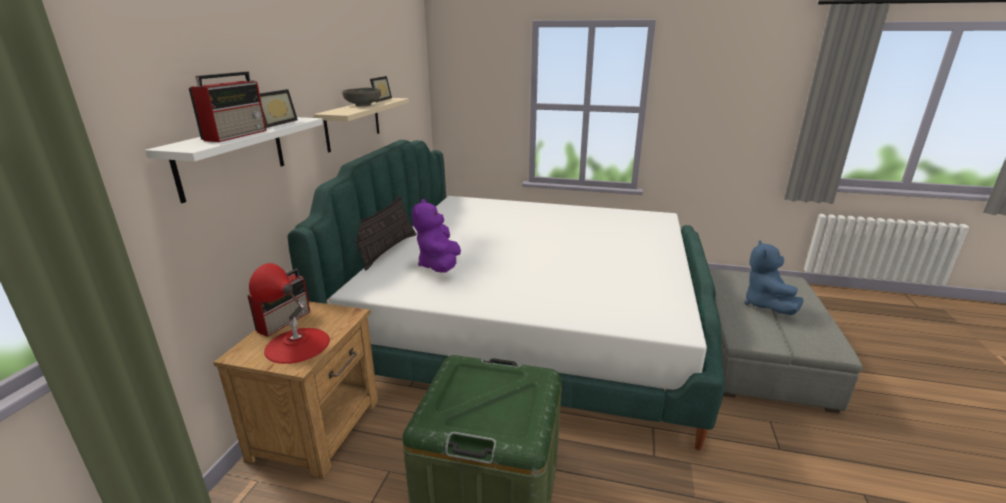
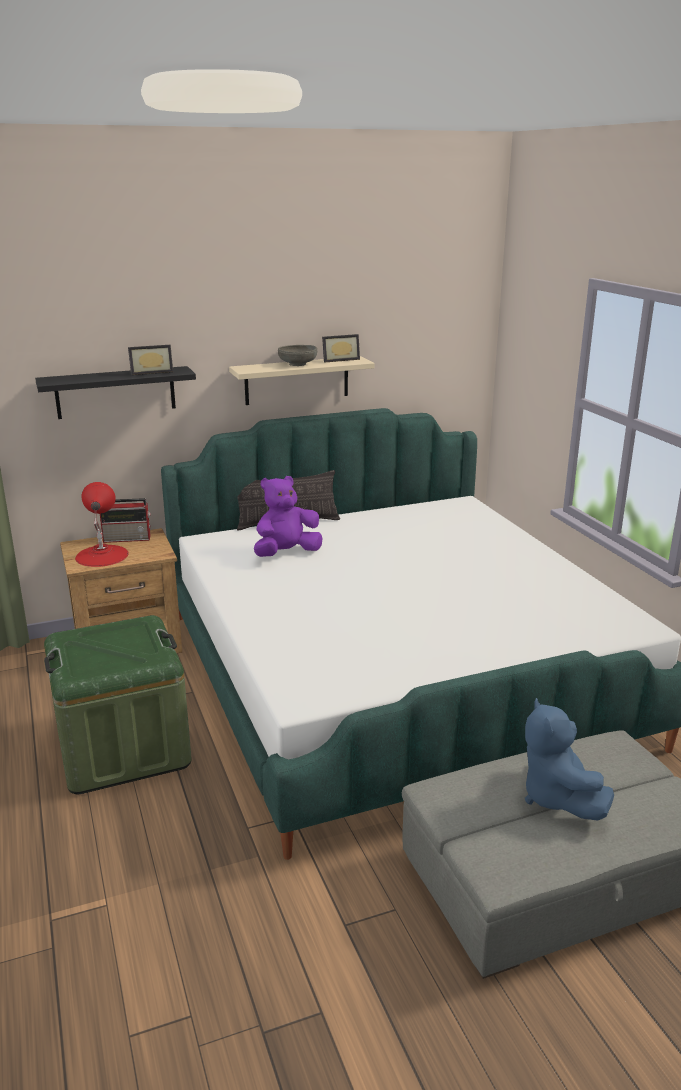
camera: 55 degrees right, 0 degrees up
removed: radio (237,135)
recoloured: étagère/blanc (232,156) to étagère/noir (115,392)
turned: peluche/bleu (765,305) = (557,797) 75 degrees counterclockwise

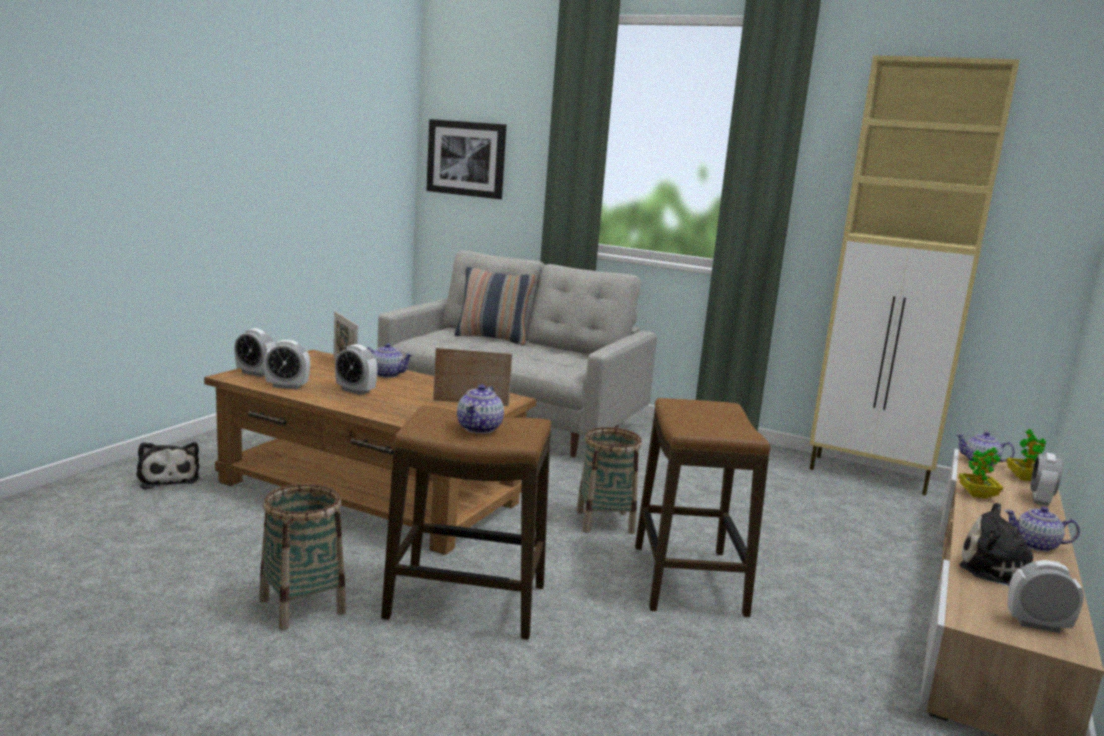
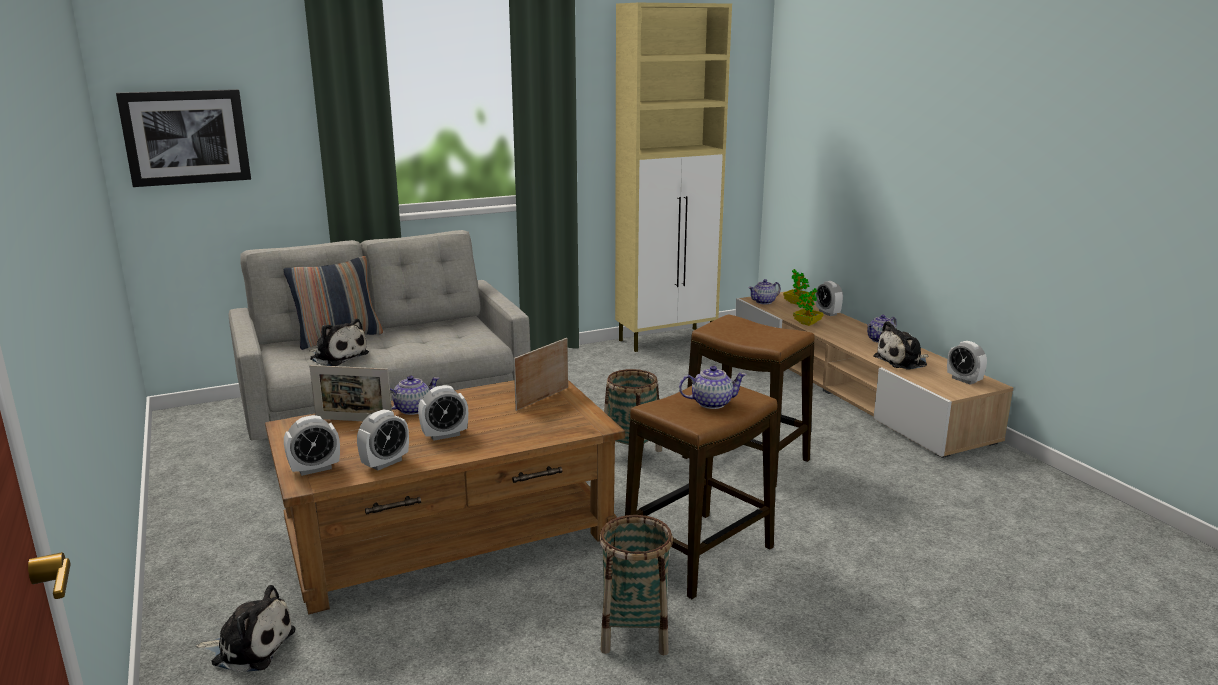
camera: 50 degrees left, 5 degrees up
added: peluche (337,356)
turned: théière (480,428) = (711,403) 60 degrees counterclockwise; réveil (1037,625) = (964,380) 90 degrees counterclockwise

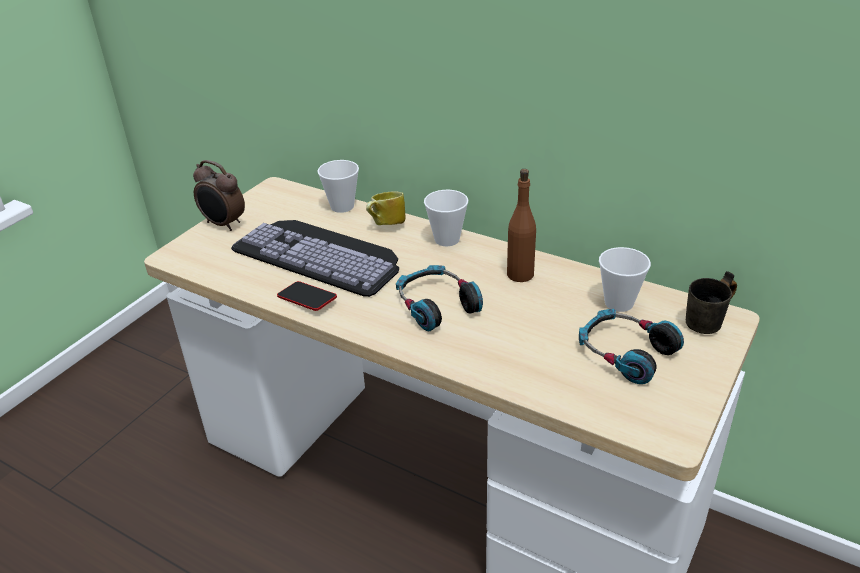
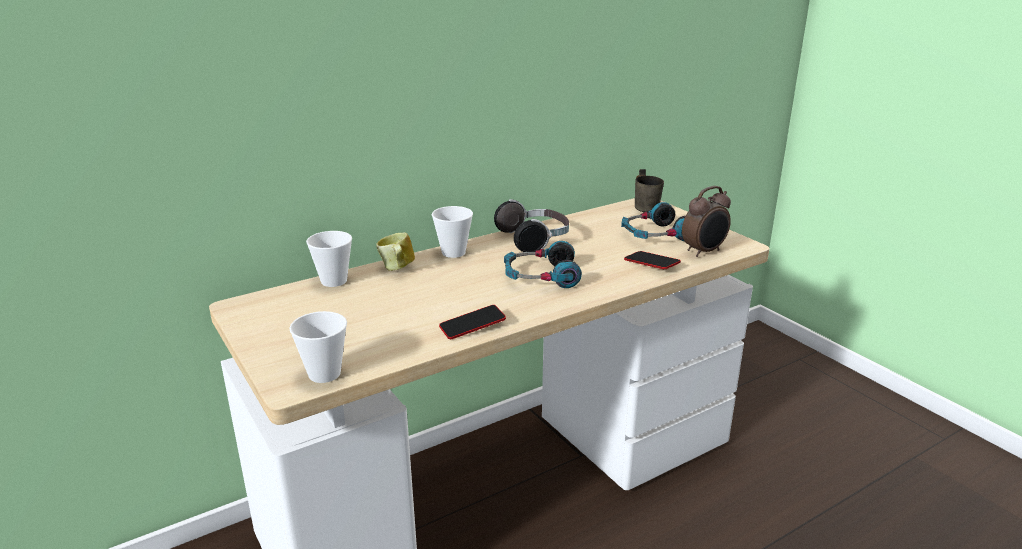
camera: 65 degrees left, 10 degrees down
removed: clavier (321,254)
added: téléphone (651,264)
moved: réveil (223,224) to (704,252); tasse (619,303) to (324,374)
replaced: bouteille/marron (520,274) to casque audio (534,240)

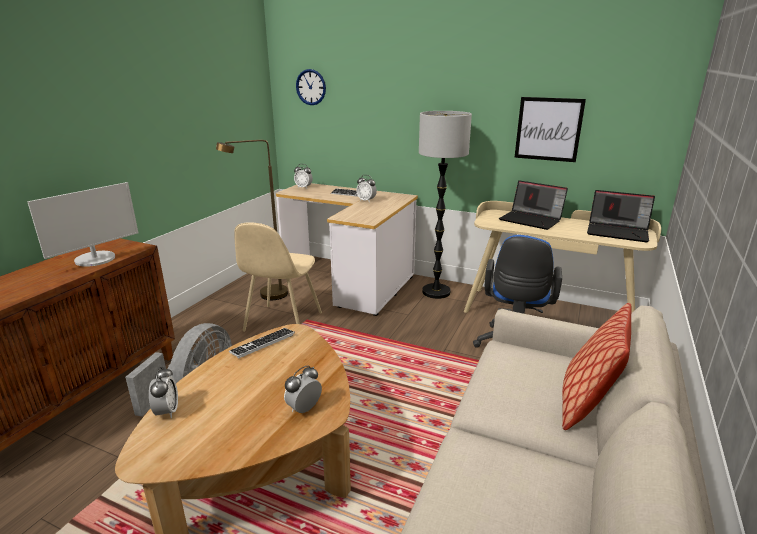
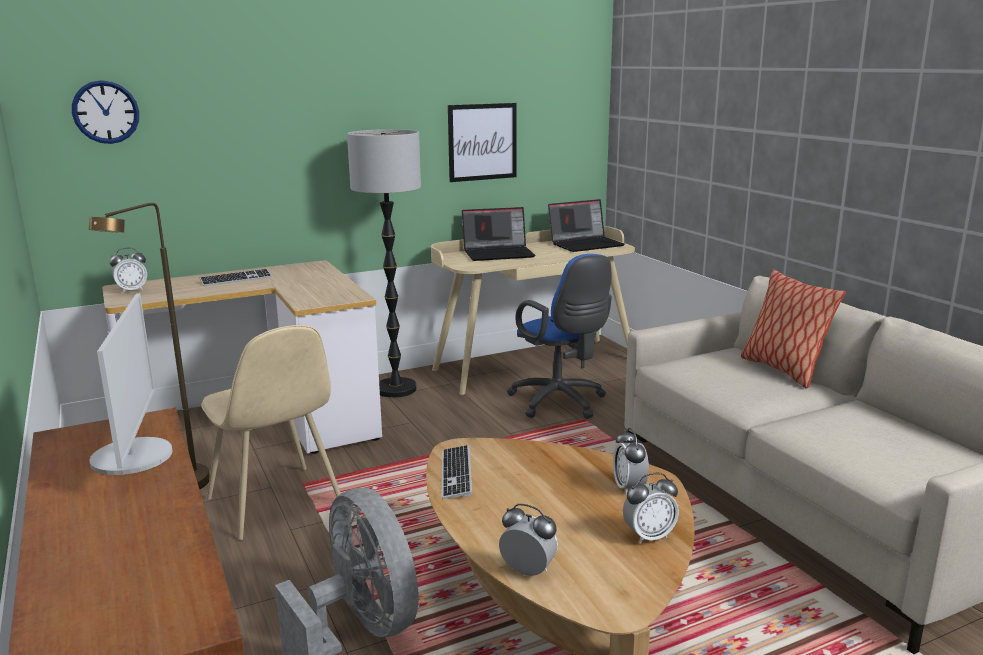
camera: 50 degrees left, 5 degrees down
moved: réveil (366,200) to (649,536)

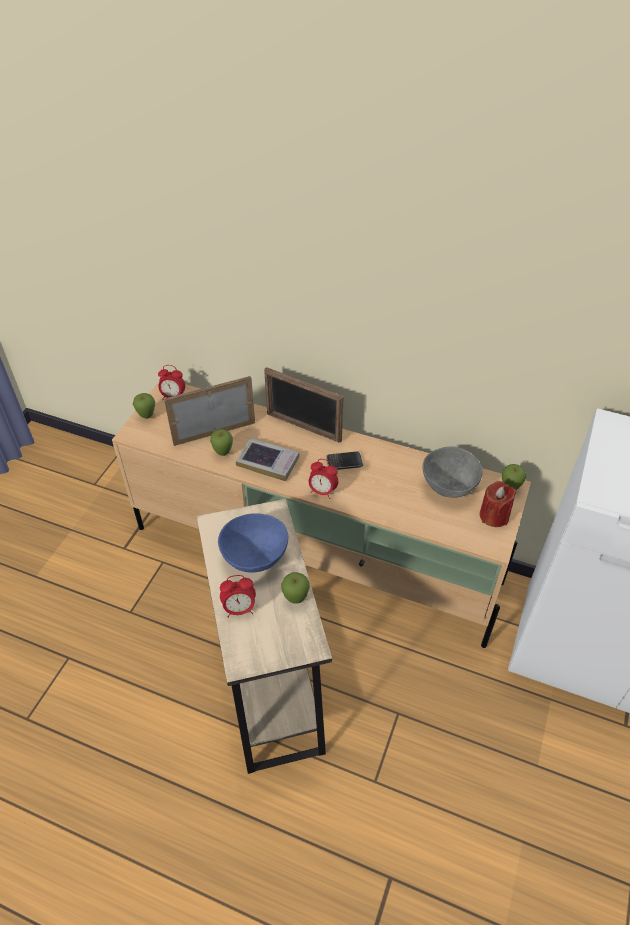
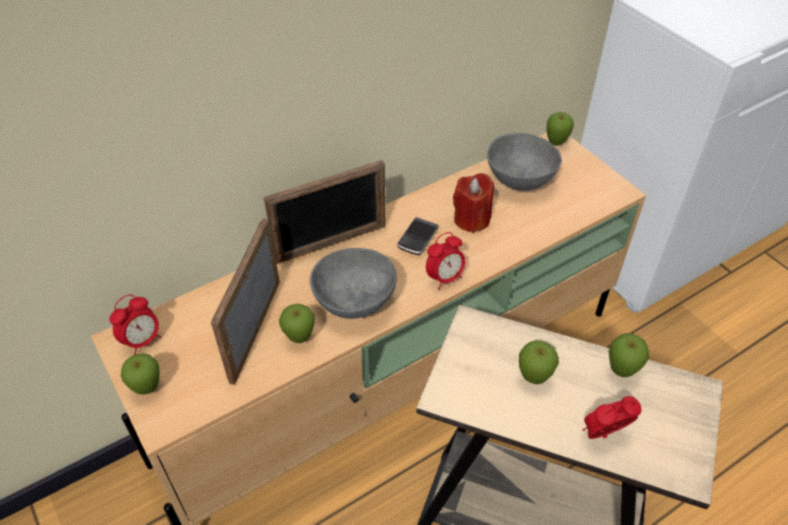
camera: 55 degrees left, 0 degrees up
moved: bougie/rouge (494,516) to (471,219)
replaced: livre (268,462) to bol/gris (356,303); bol/bleu (256,558) to pomme (533,378)
turned: réveil (239,609) = (603,435) 135 degrees counterclockwise

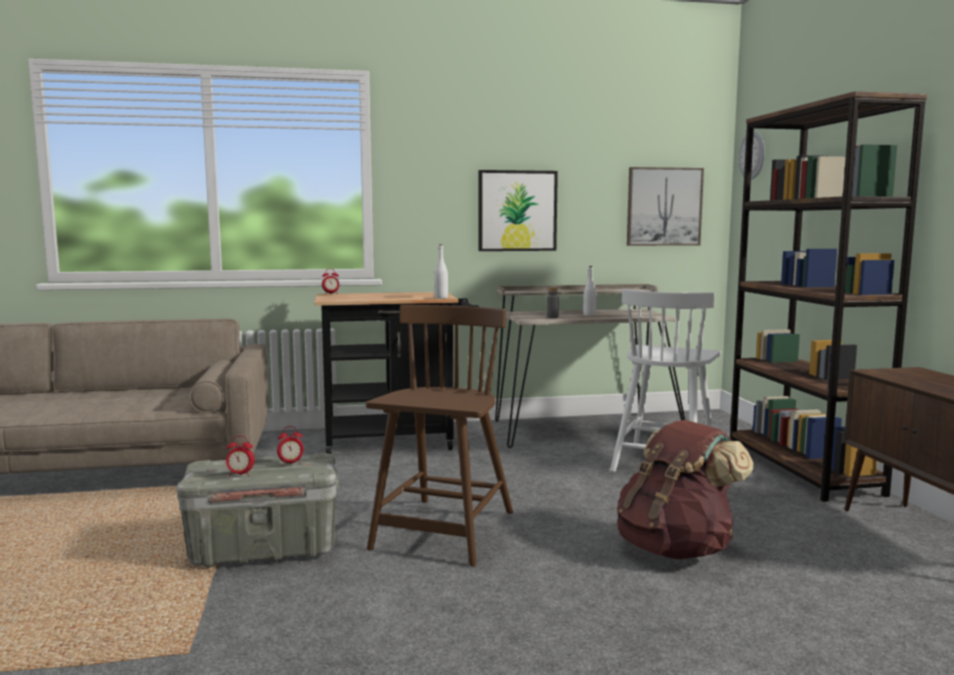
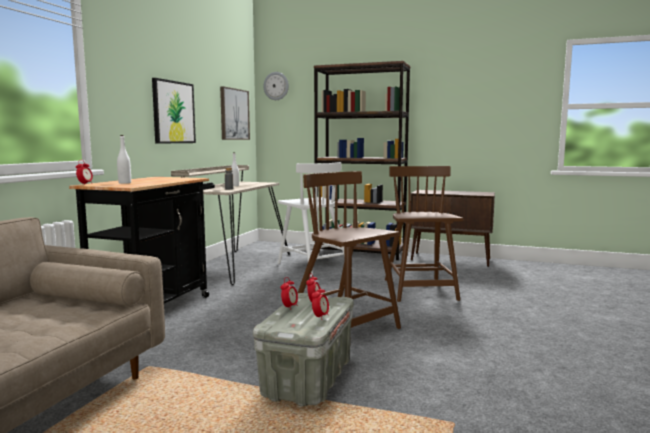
camera: 60 degrees left, 0 degrees up
added: réveil (289,307)
moved: bouteille/blanc (441,298) to (124,183)
replaced: sac à dos/marron (675,548) to chaise/marron (420,290)

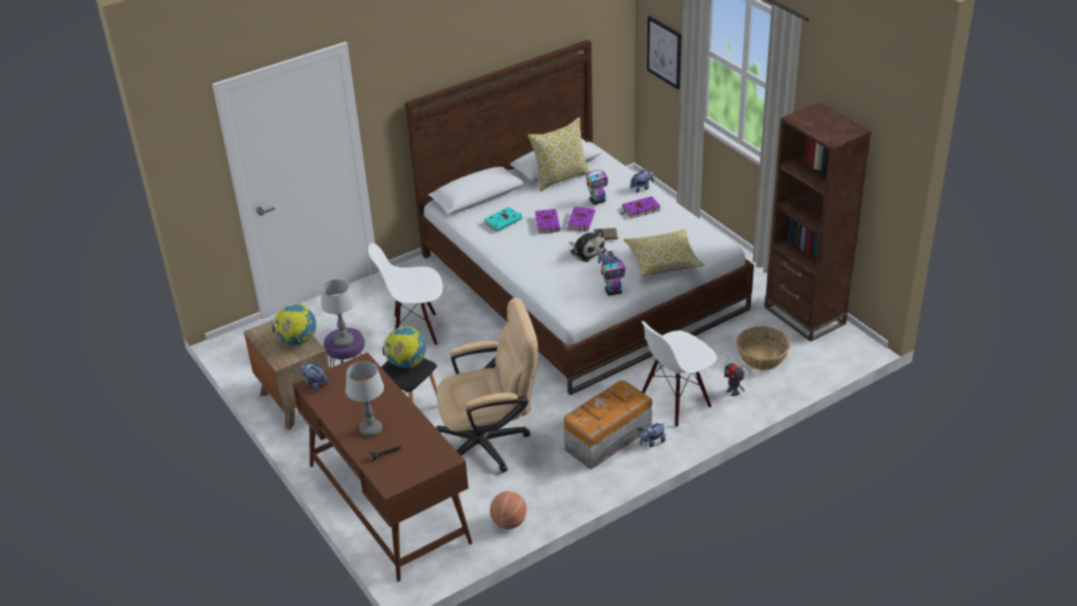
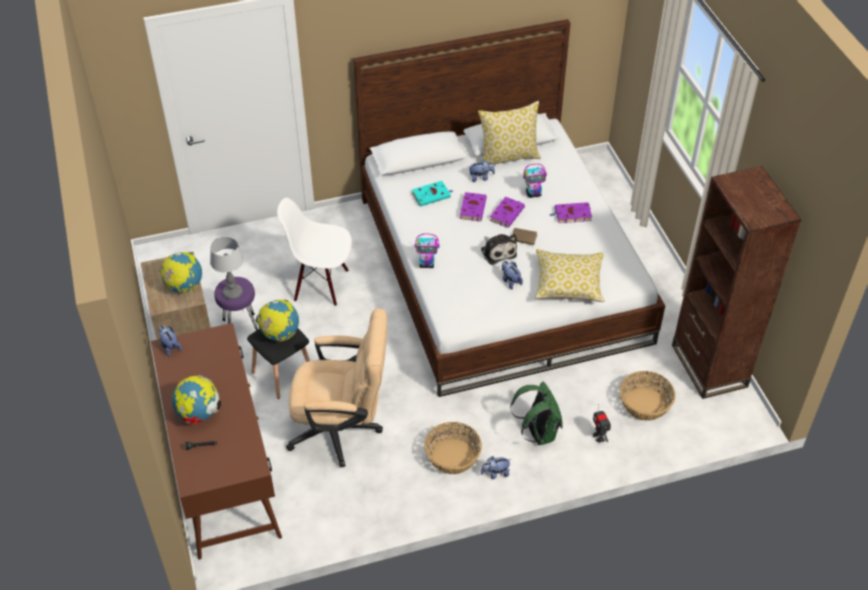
camera: 15 degrees right, 10 degrees up
removed: tableau (664,52); ballon de basket (509,522)
moved: peluche (642,188) to (481,177); robot jouet (613,292) to (427,264)
replaced: chaise/blanc (675,401) to sac à dos/vert (537,433); lampe de table (371,430) to globe (199,414); boîte de rangement (606,439) to panier (452,457)

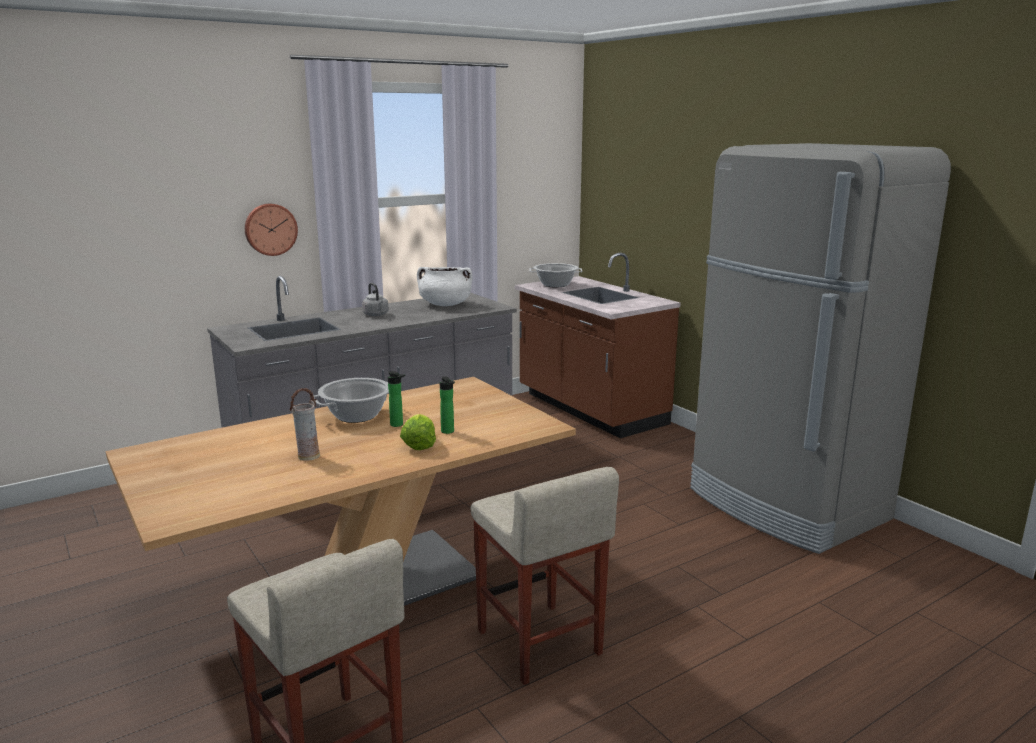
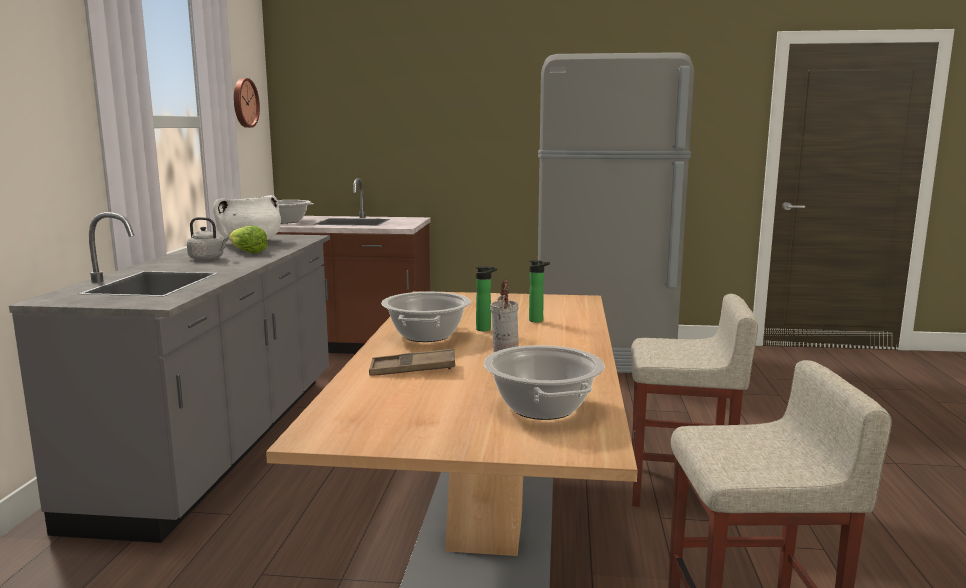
camera: 50 degrees left, 5 degrees down
added: marmite (543,408); plateau/marron (413,369)
moved: horloge murale (270,229) to (244,103); laitue (419,444) to (247,252)

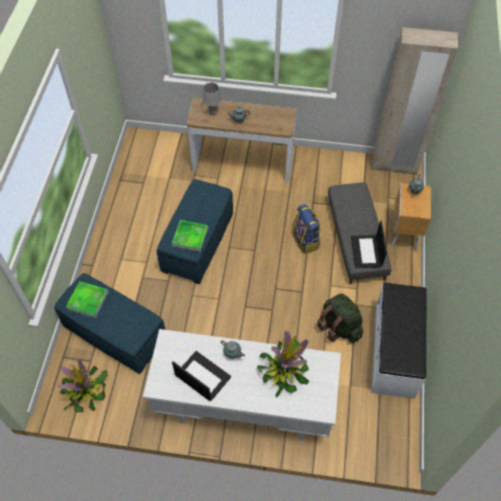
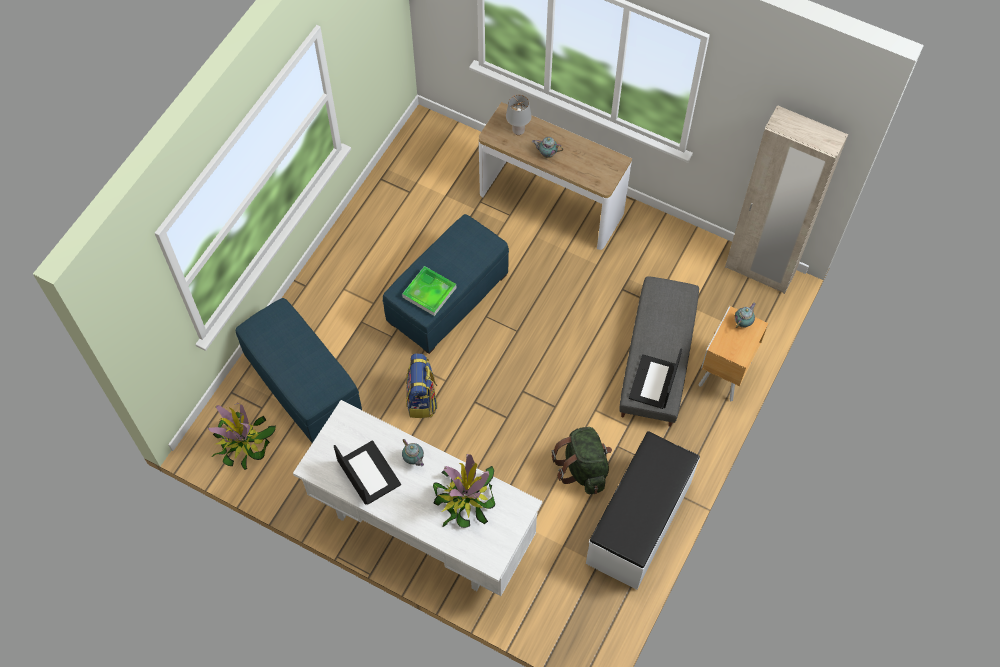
camera: 20 degrees right, 5 degrees up
removed: plateau (88,300)
moved: sac à dos (306,240) to (422,399)

